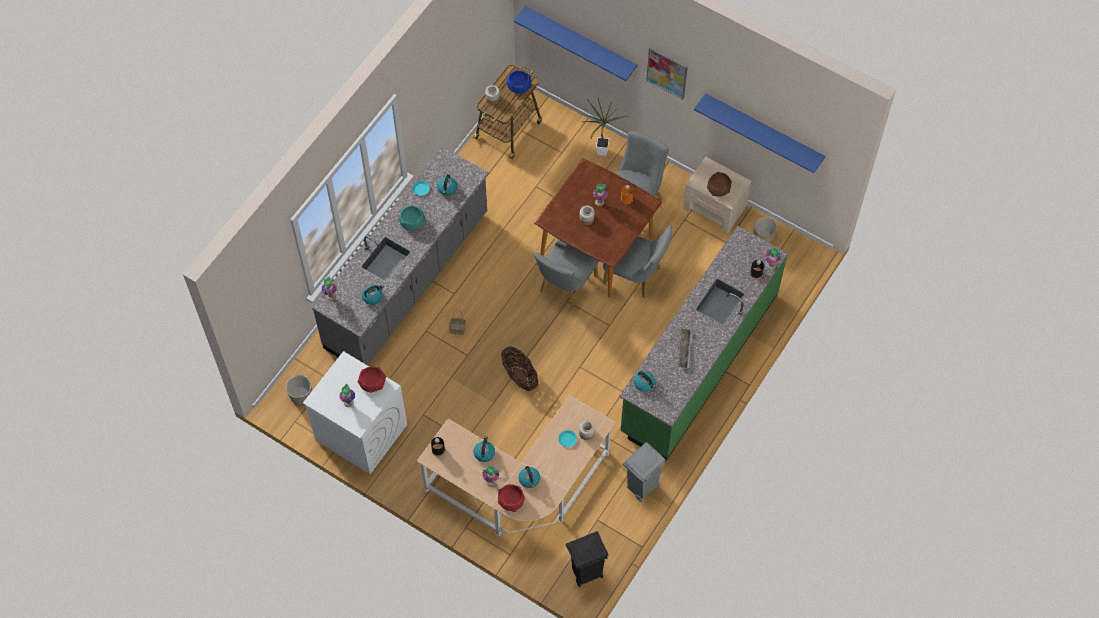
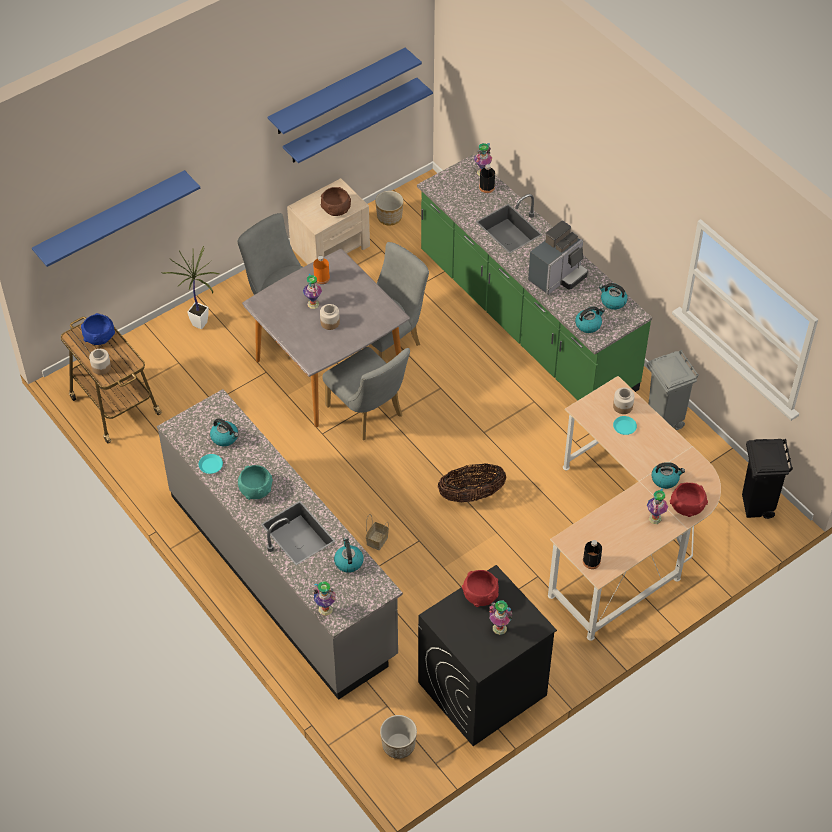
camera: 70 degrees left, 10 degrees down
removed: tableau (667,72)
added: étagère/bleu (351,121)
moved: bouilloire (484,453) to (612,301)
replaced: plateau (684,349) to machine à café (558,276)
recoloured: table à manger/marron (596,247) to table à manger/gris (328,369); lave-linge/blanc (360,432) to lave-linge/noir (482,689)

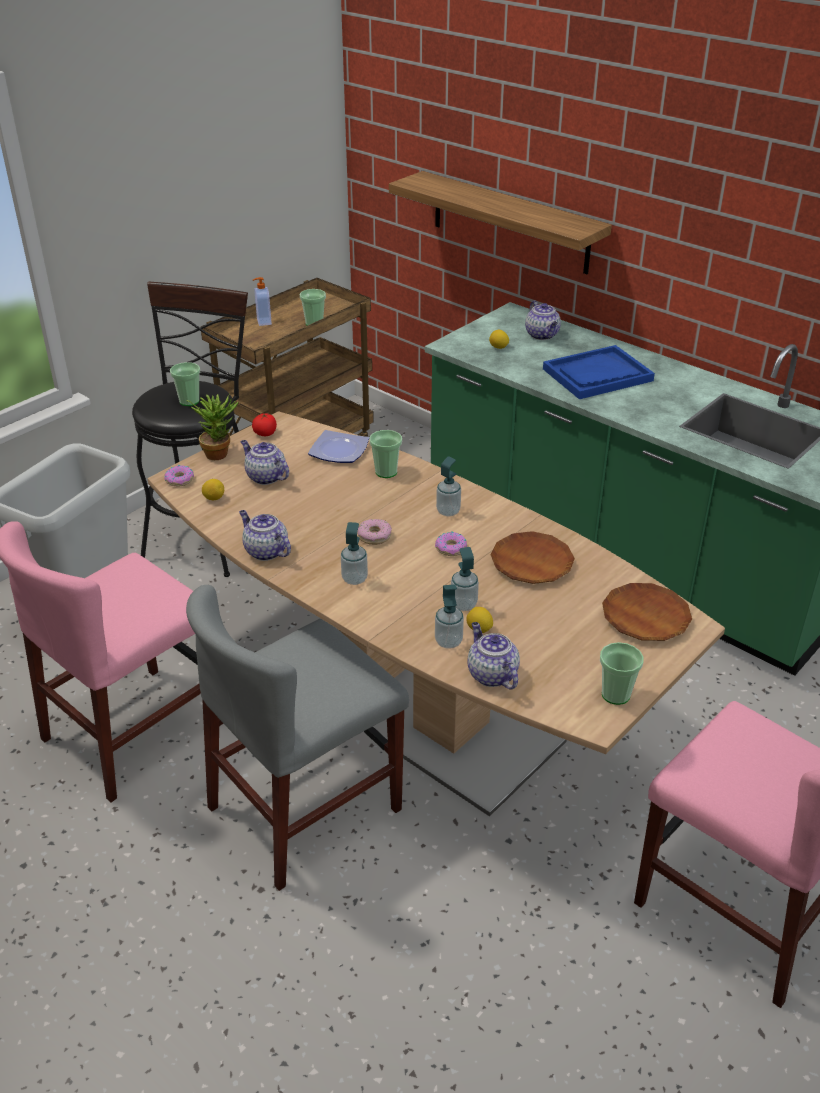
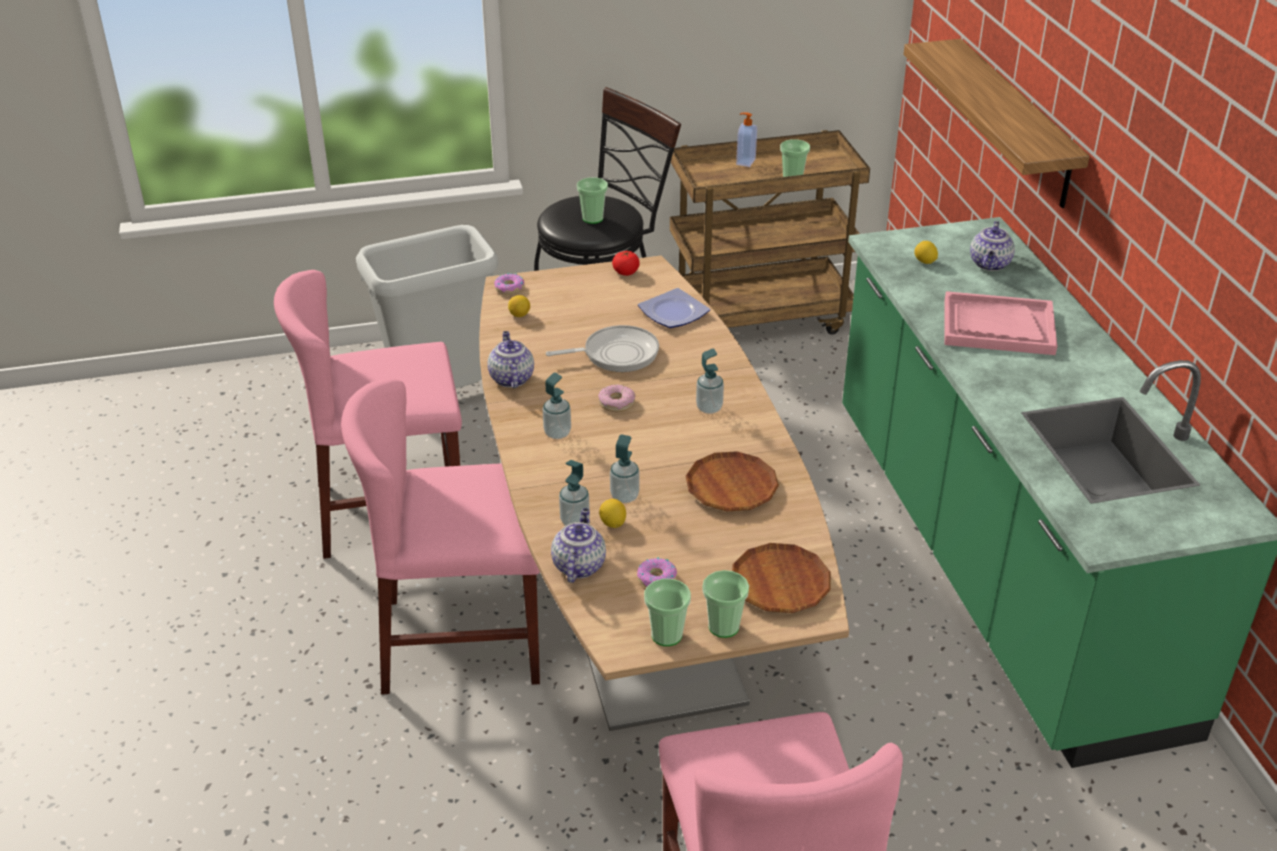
camera: 35 degrees right, 0 degrees up
removed: plante en pot (219,452); théière (265,477)
added: poêle (616,354)
moved: tasse (386,472) to (723,627); beignet (451,548) to (656,578)
recoloured: plateau/bleu (597,375) to plateau/rose (998,327); chaise/gris (305,808) to chaise/rose (462,641)

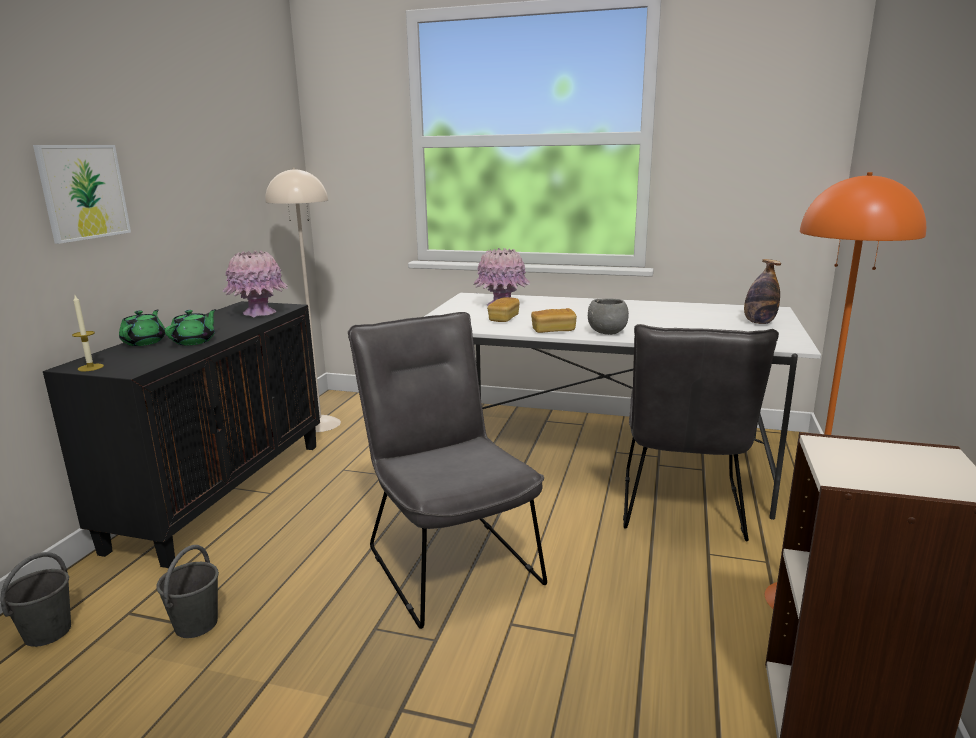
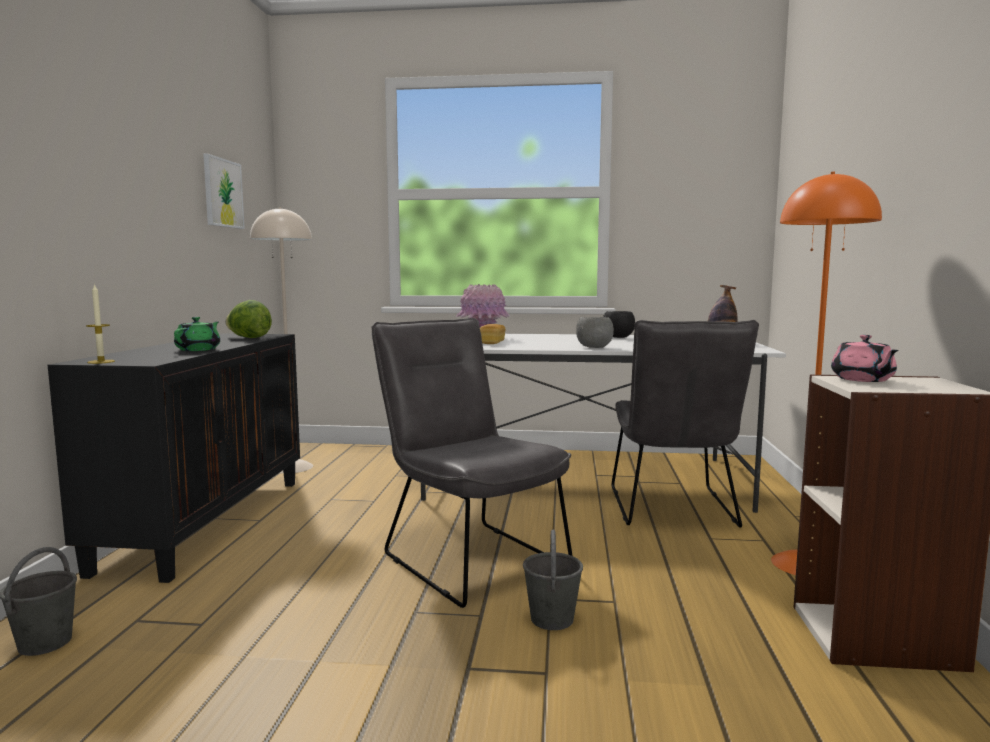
camera: 10 degrees left, 10 degrees down
removed: pain (553,331); théière/vert (145,342)
added: bol/noir (618,337); théière/rose (862,379)
moved: tableau (83,192) to (223,193); seau/gris (195,625) to (552,619)
replaced: vase/rose (259,313) to laitue (249,338)

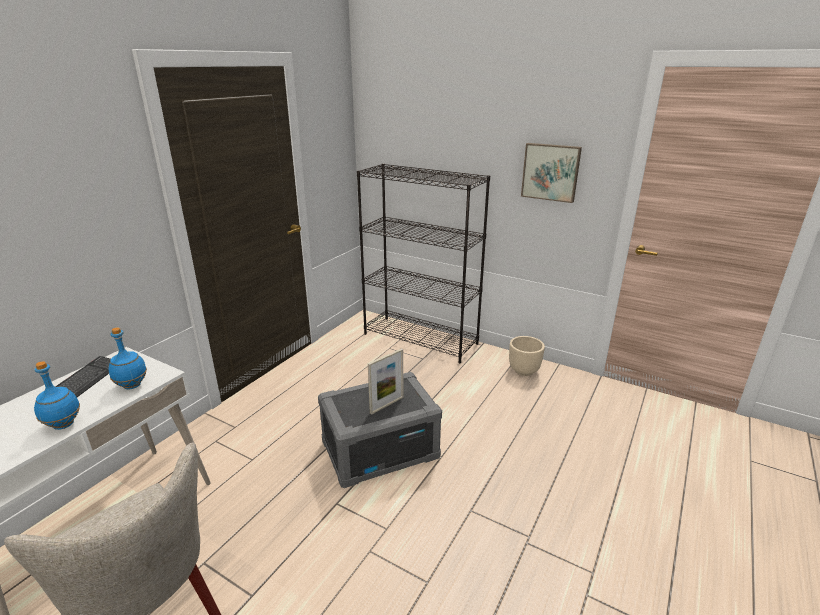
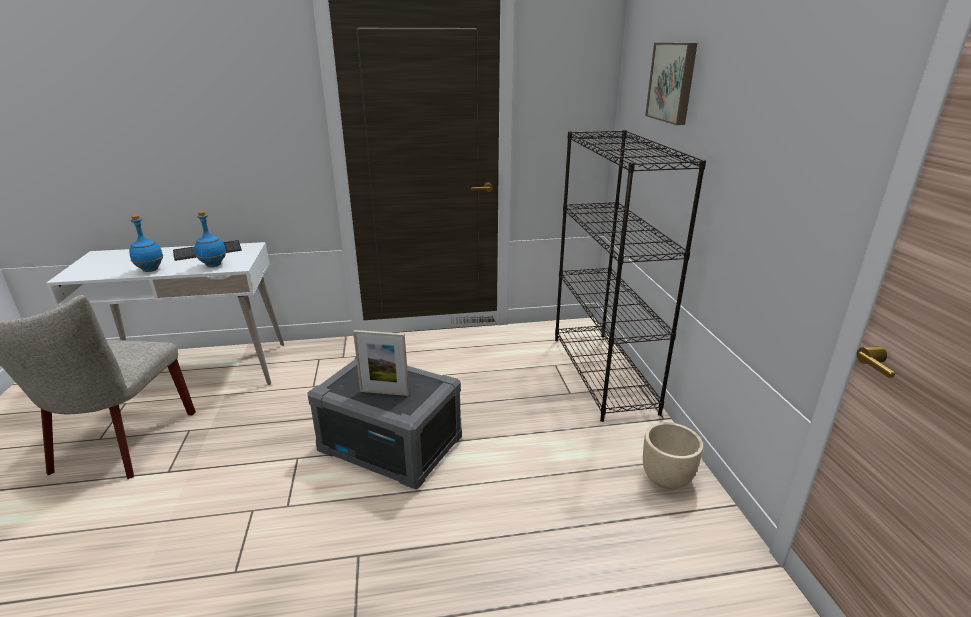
camera: 50 degrees right, 0 degrees up
moved: tableau (551,172) to (673,82)

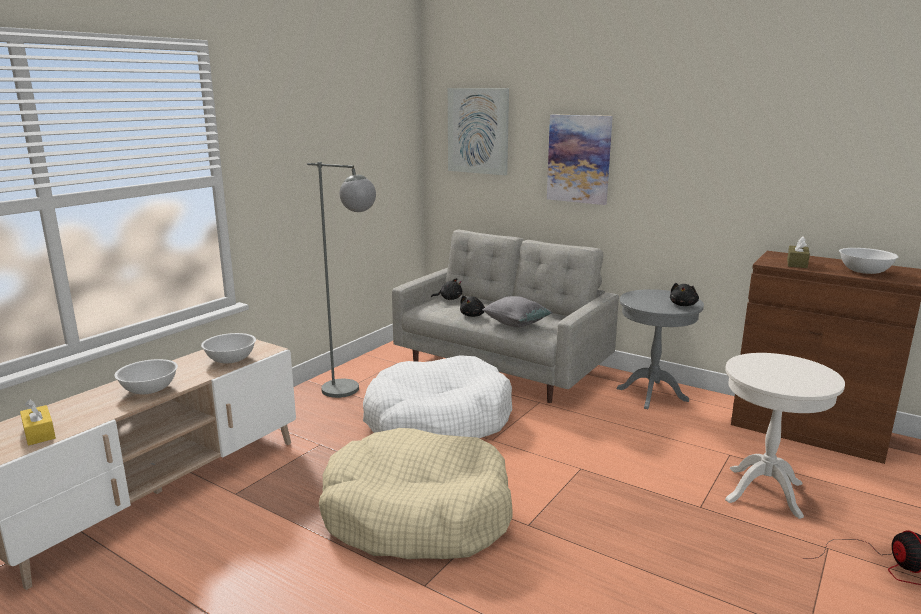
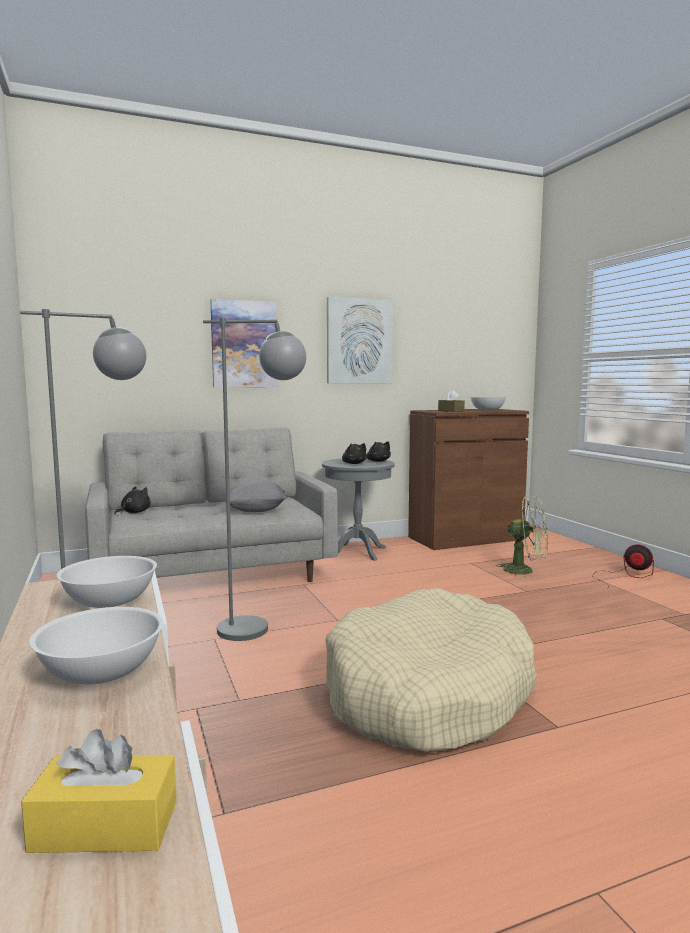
camera: 55 degrees left, 10 degrees down
moved: tableau (478,131) to (359,341); peluche/noir (473,315) to (354,463)
replaced: table d'appoint/blanc (764,492) to ventilateur/vert (525,571); panier pour chien/blanc (437,420) to lampadaire/gris (261,630)

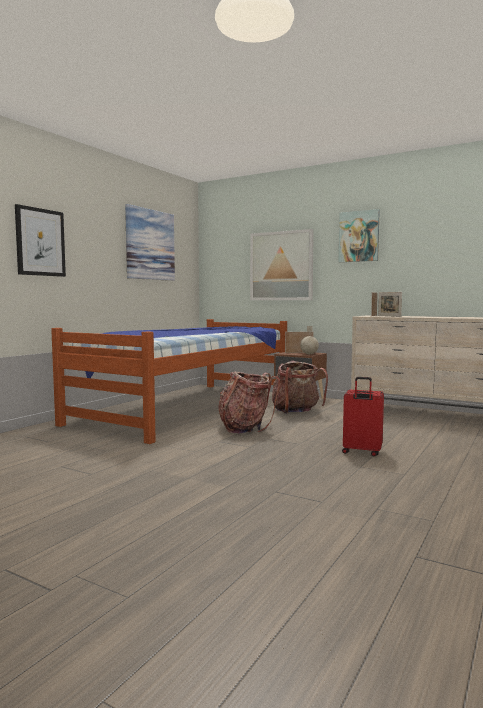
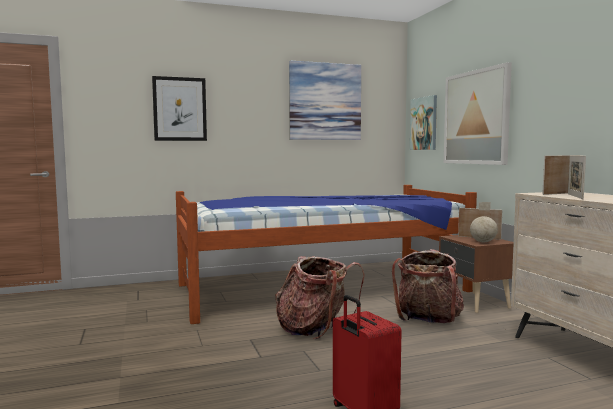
camera: 40 degrees right, 0 degrees up
moved: tableau (359,236) to (424,123)

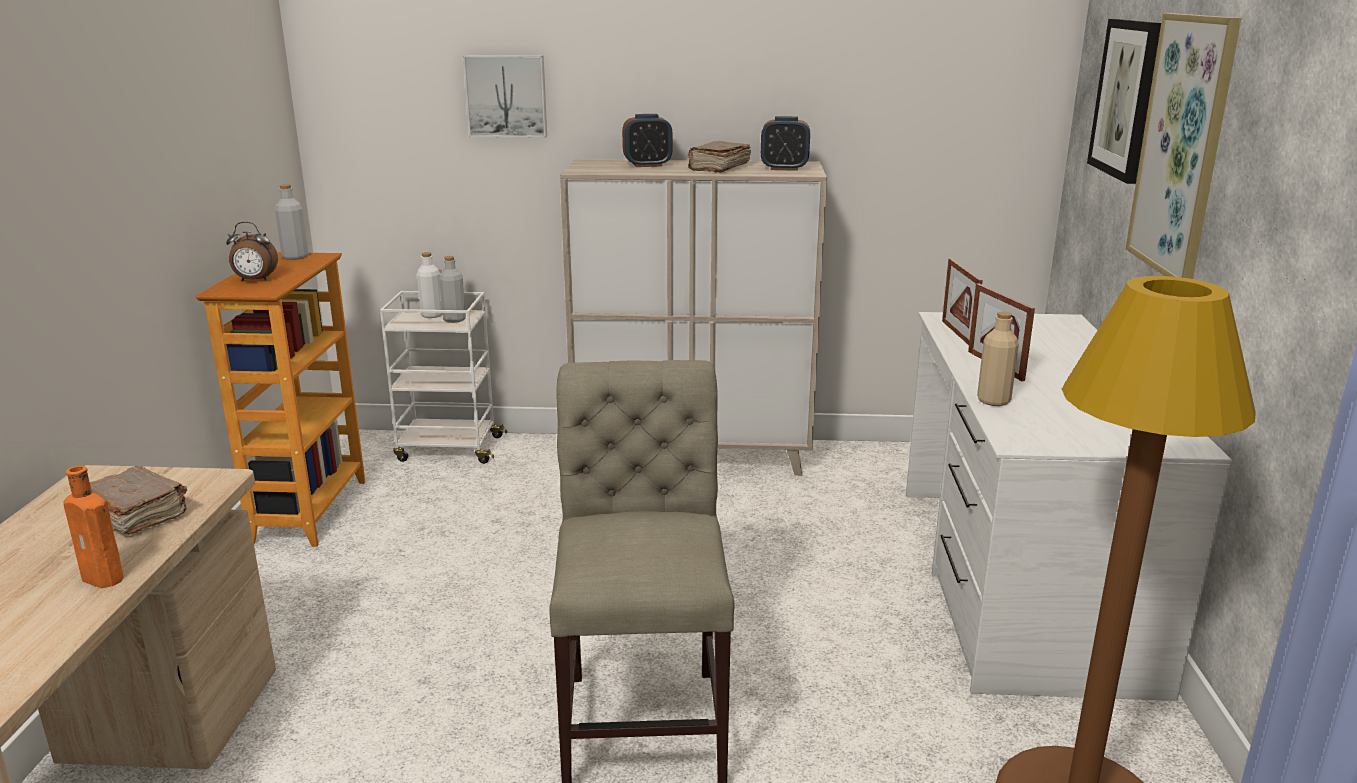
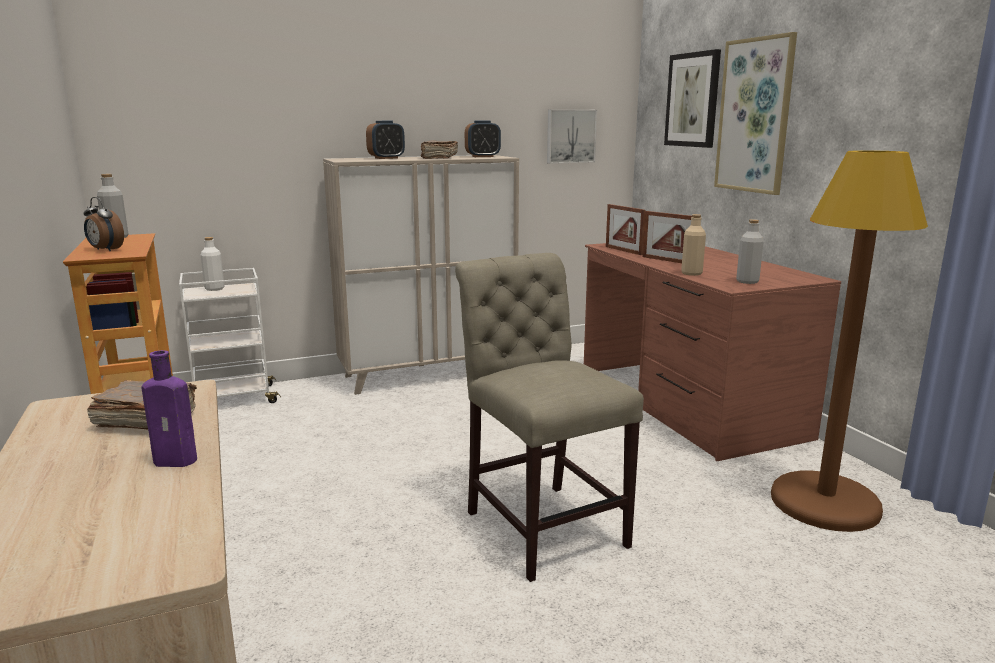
camera: 25 degrees left, 5 degrees down
moved: tableau (506,96) to (570,136); bouteille/gris (454,319) to (747,281)
recoloured: bureau/blanc (1017,581) to bureau/marron (686,402); bouteille/orange (105,579) to bouteille/violet (178,461)
turned: réveil (255,280) = (105,250) 60 degrees clockwise

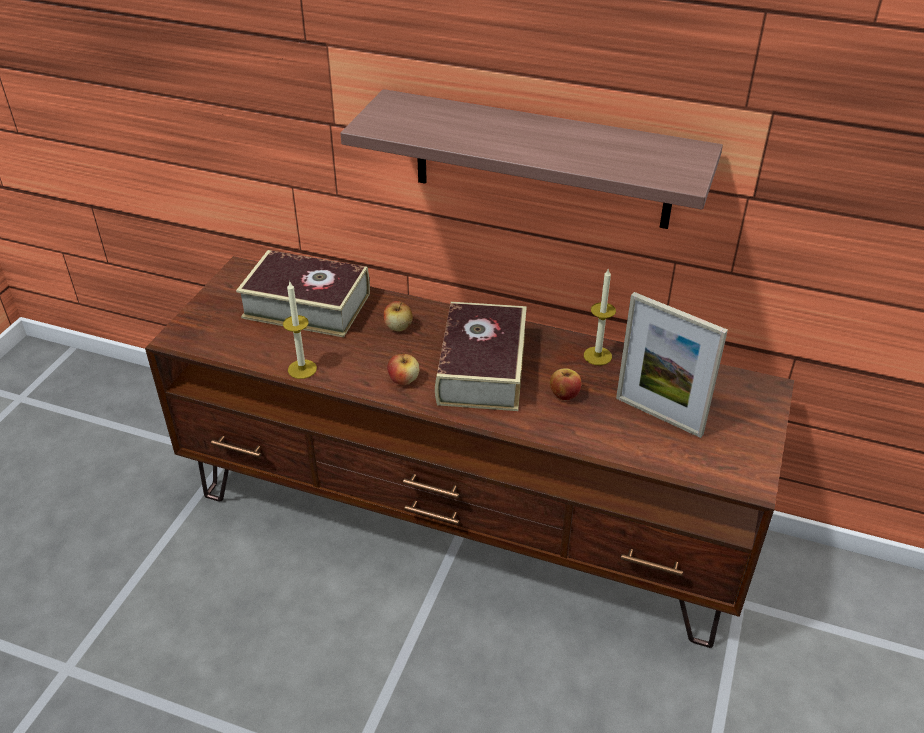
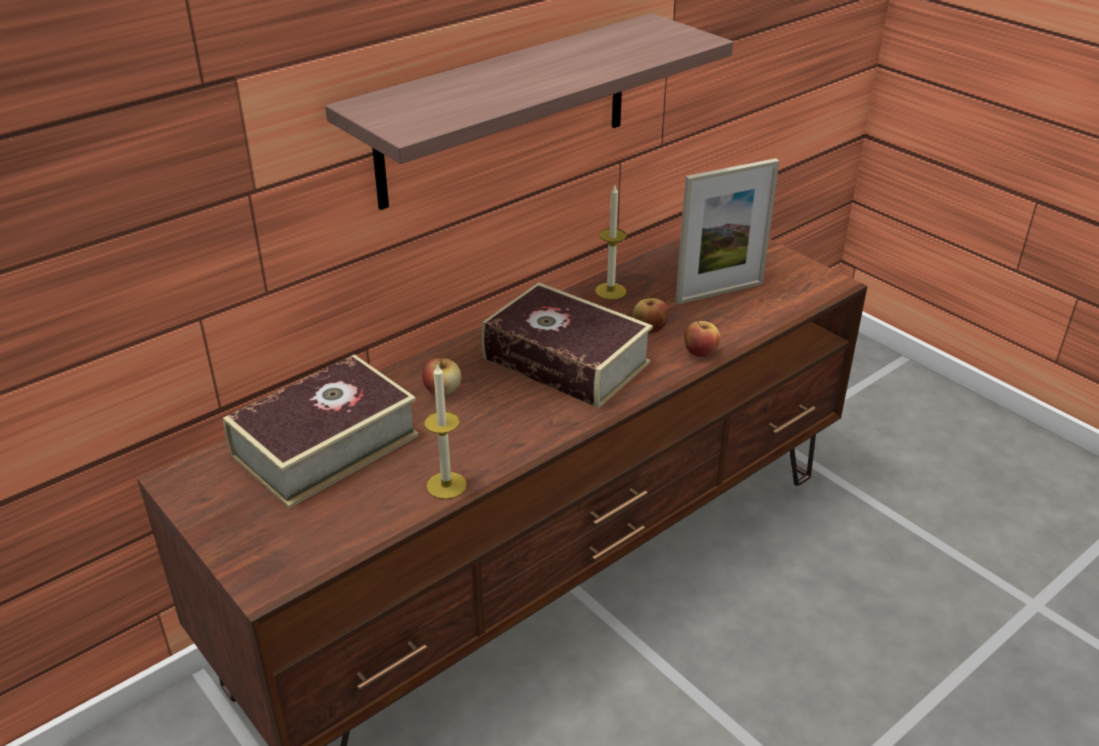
camera: 60 degrees left, 5 degrees down
moved: pomme (404,380) to (700,352)

